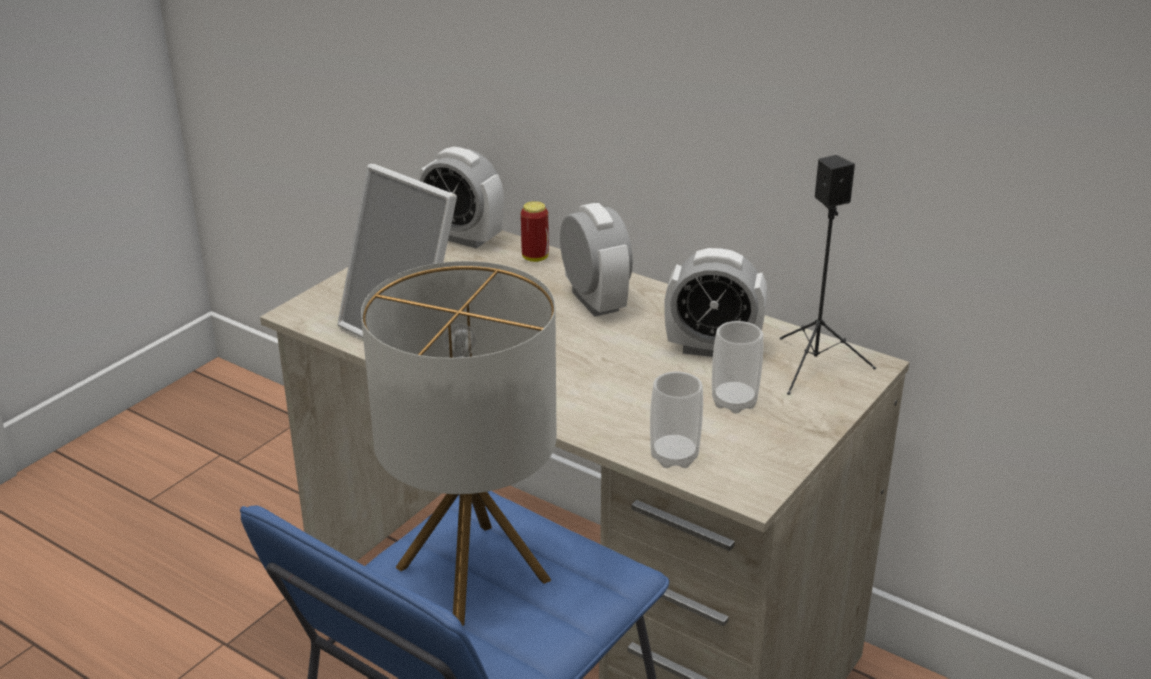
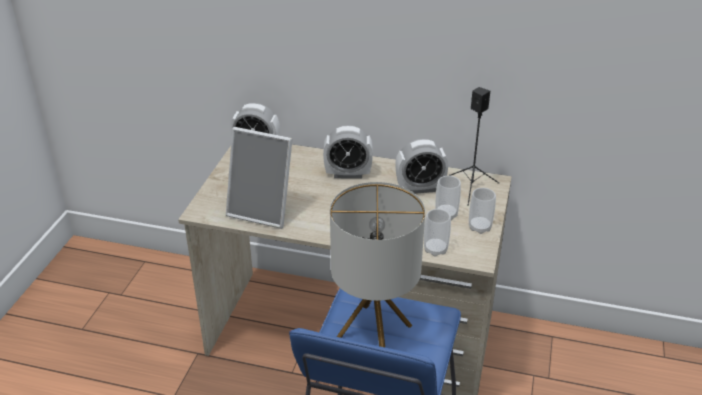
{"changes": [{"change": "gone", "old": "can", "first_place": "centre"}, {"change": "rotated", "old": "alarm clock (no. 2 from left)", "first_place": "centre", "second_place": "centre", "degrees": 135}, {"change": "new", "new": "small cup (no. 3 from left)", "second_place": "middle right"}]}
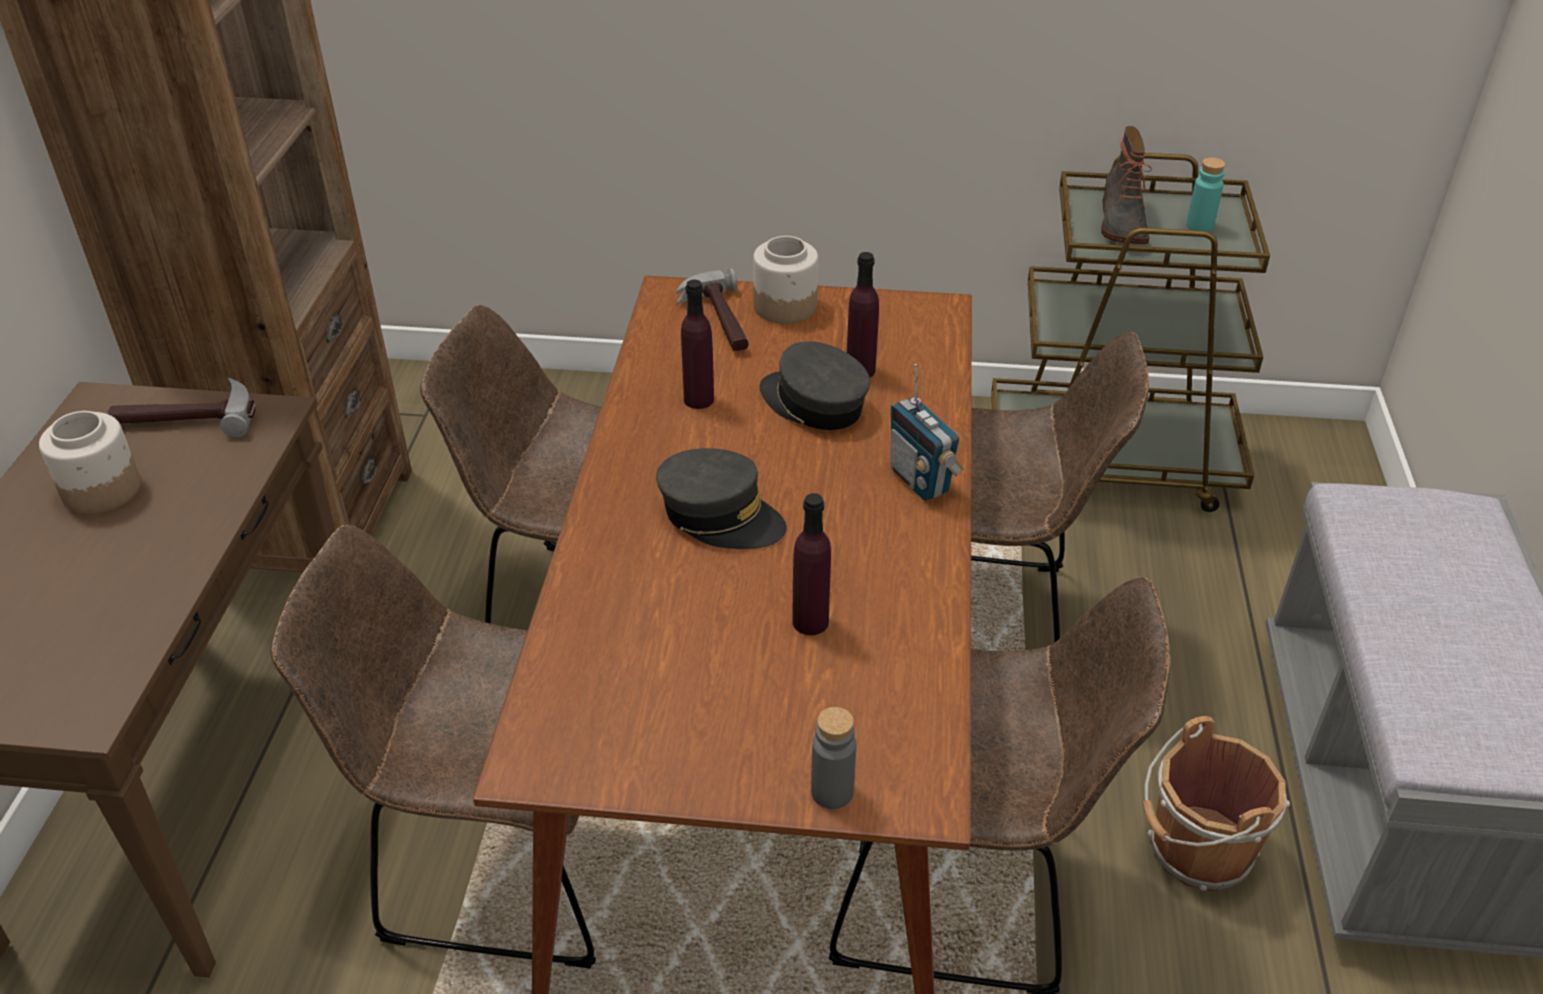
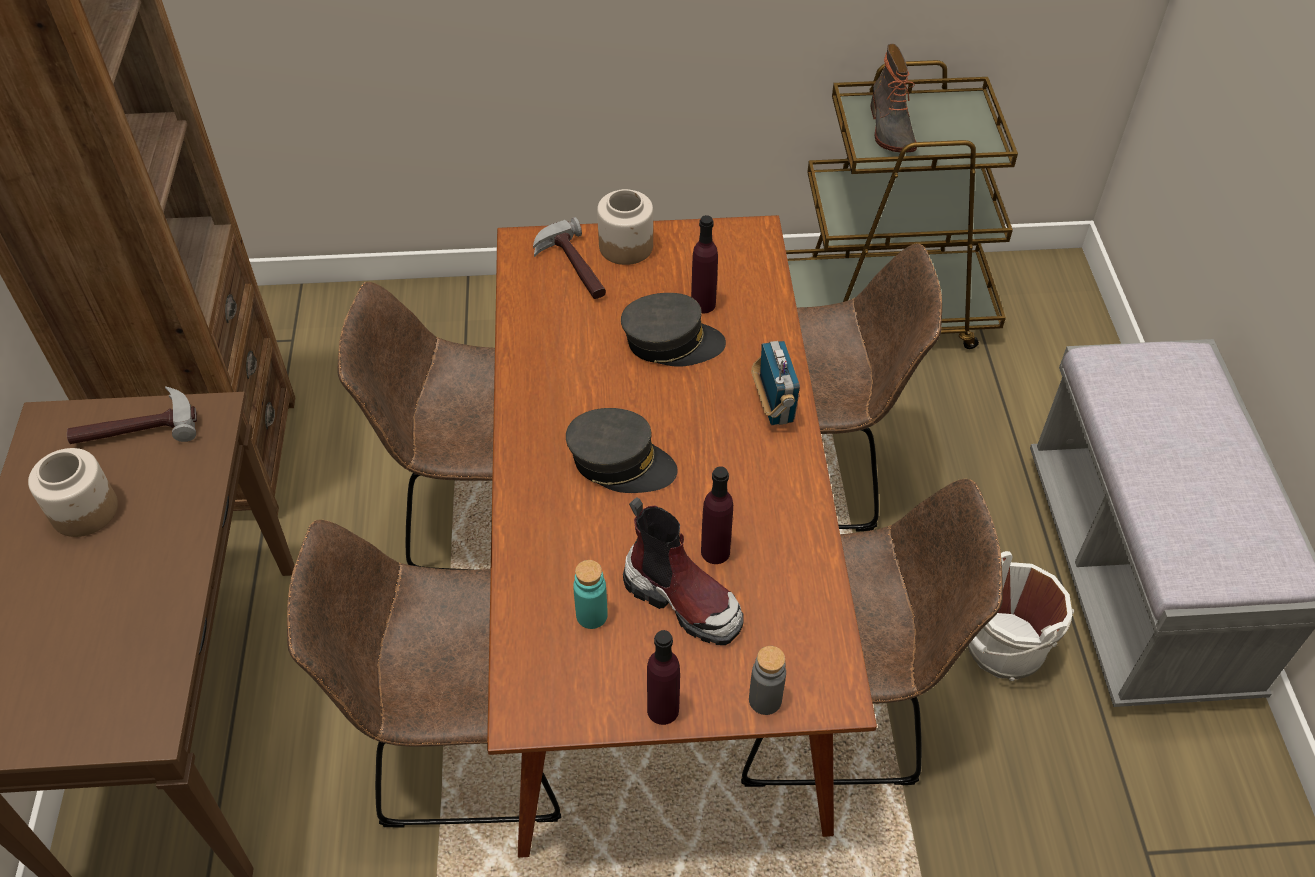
{"changes": [{"change": "shifted", "old": "blue-green beverage bottle", "first_place": "top right", "second_place": "bottom centre"}, {"change": "shifted", "old": "purple beverage bottle (no. 1 from left)", "first_place": "centre", "second_place": "bottom centre"}, {"change": "rotated", "old": "gray peaked cap (no. 2 from left)", "first_place": "centre", "second_place": "centre", "degrees": 150}, {"change": "rotated", "old": "radio", "first_place": "centre", "second_place": "centre", "degrees": -150}, {"change": "repainted", "old": "brown bucket", "new": "white-coloured bucket", "first_place": "bottom right", "second_place": "bottom right"}, {"change": "new", "new": "high-top boot (no. 1 from left)", "second_place": "centre"}]}
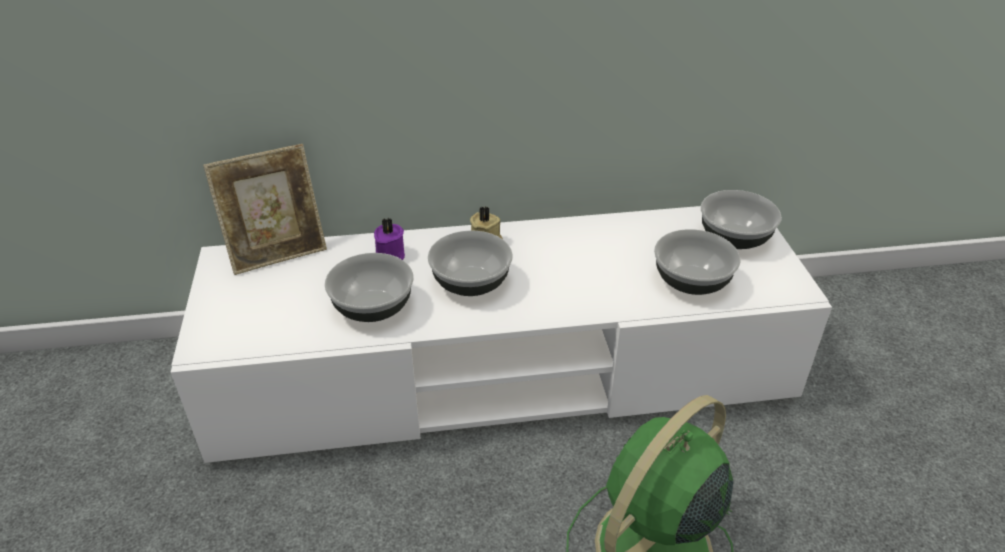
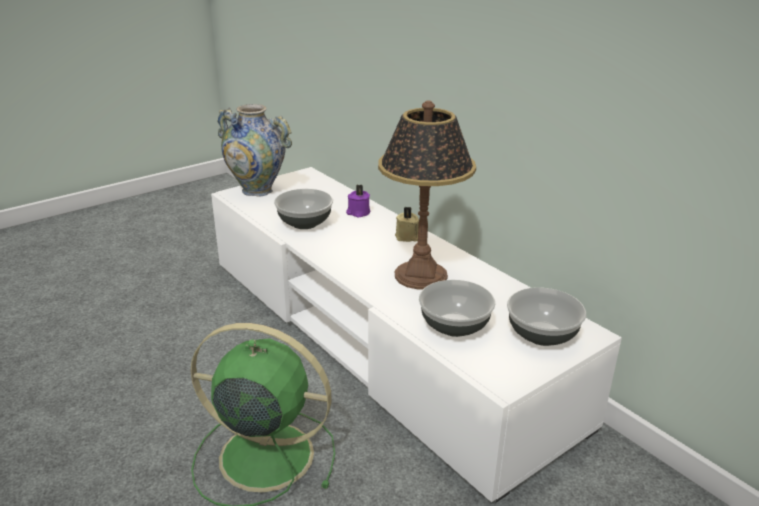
{"changes": [{"change": "gone", "old": "standing frame", "first_place": "middle left"}, {"change": "gone", "old": "serving bowl (no. 2 from left)", "first_place": "centre"}, {"change": "new", "new": "lamp for a table", "second_place": "centre"}, {"change": "new", "new": "flower vase", "second_place": "top centre"}]}
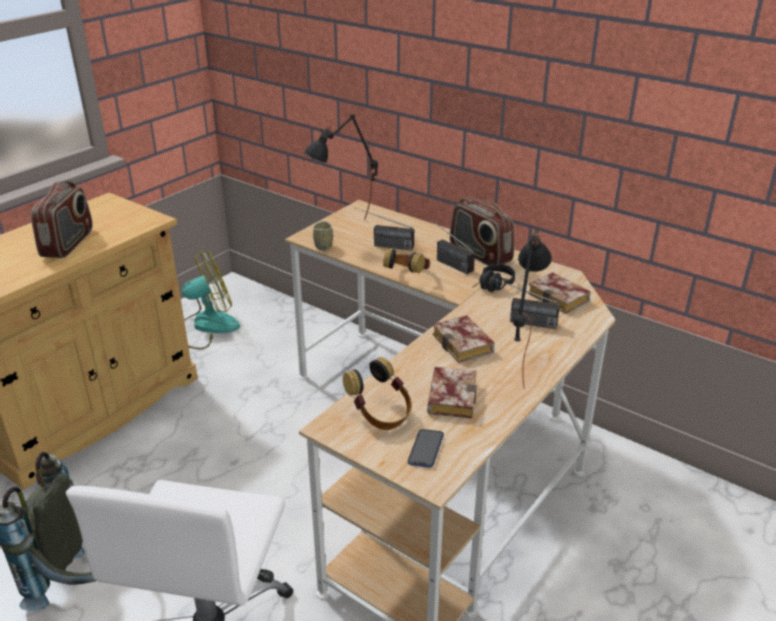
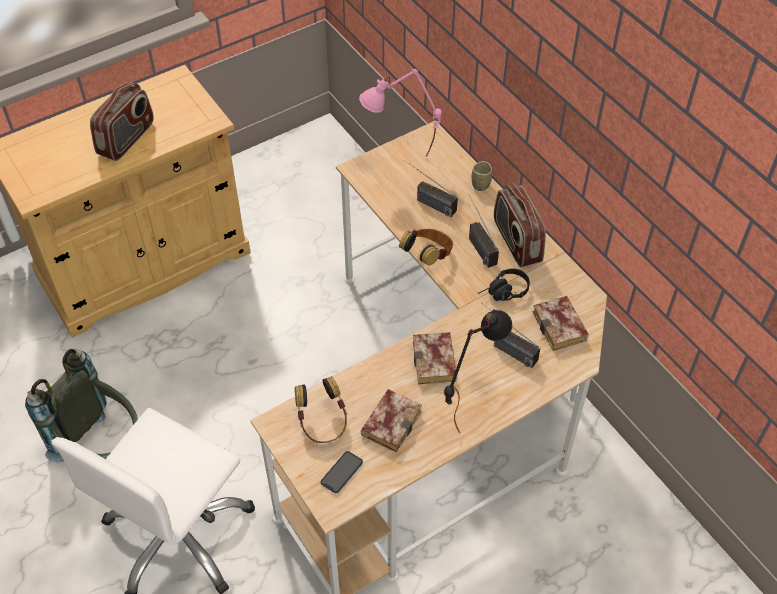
{"changes": [{"change": "repainted", "old": "black lamp for a table (no. 1 from left)", "new": "pinkish lamp for a table", "first_place": "top centre", "second_place": "top centre"}, {"change": "shifted", "old": "small cup", "first_place": "centre", "second_place": "top centre"}, {"change": "gone", "old": "cooling fan", "first_place": "middle left"}]}
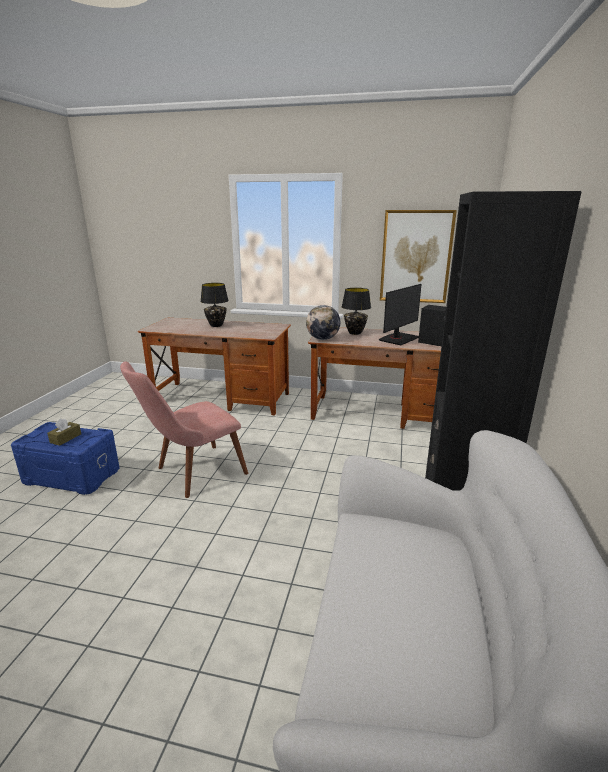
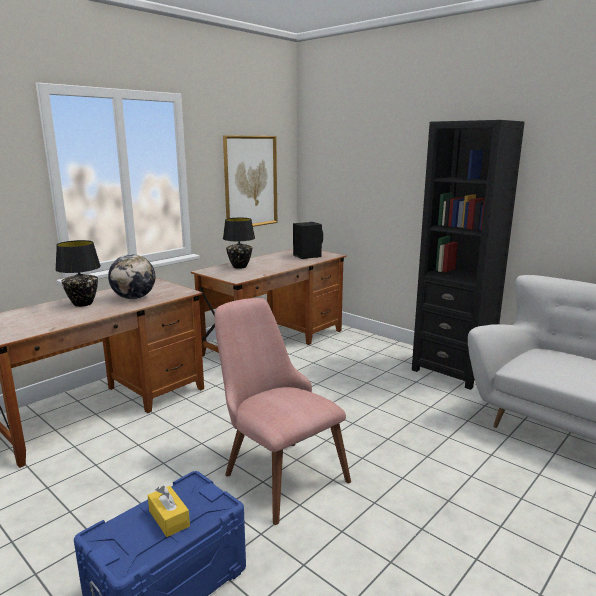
{"changes": [{"change": "gone", "old": "computer screen", "first_place": "centre"}, {"change": "shifted", "old": "desk globe", "first_place": "centre", "second_place": "middle left"}, {"change": "rotated", "old": "pinkish chair", "first_place": "middle left", "second_place": "bottom centre", "degrees": 150}, {"change": "repainted", "old": "brown tissue box", "new": "yellowish tissue box", "first_place": "middle left", "second_place": "bottom left"}]}
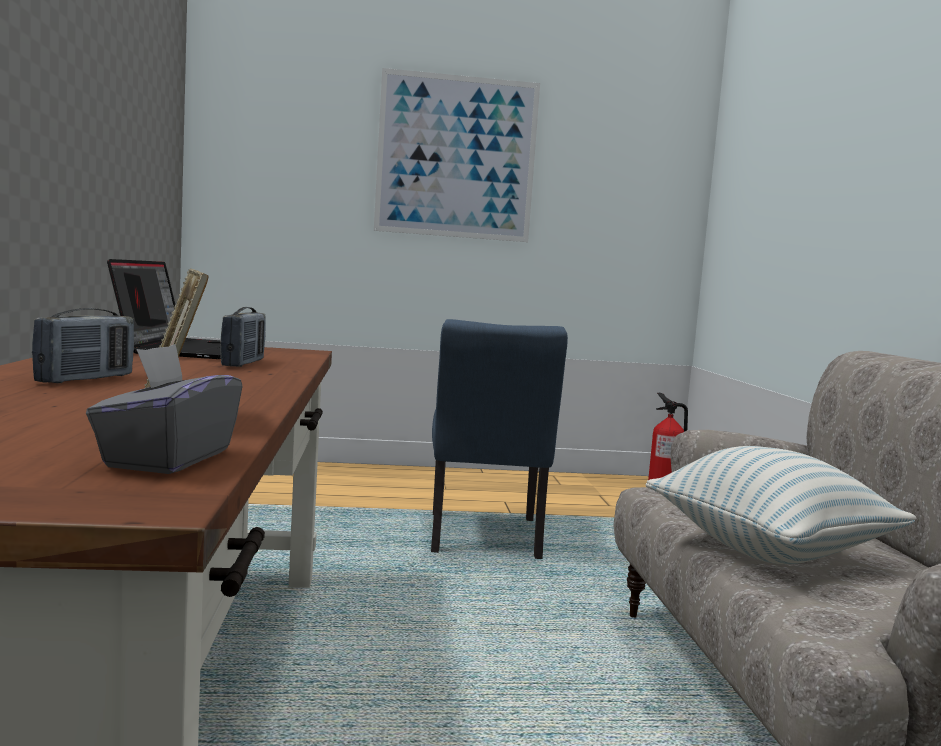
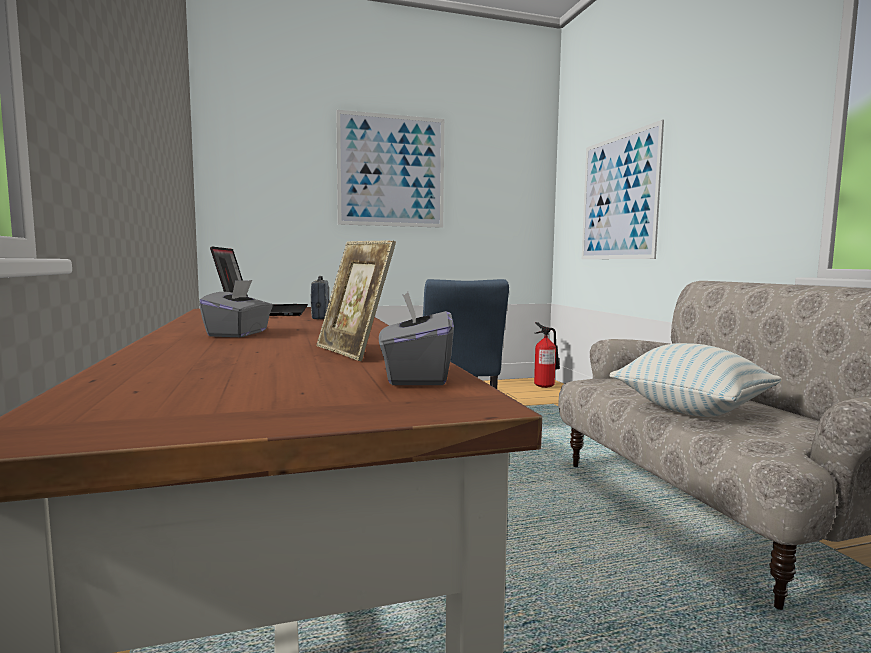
{"changes": [{"change": "swapped", "old": "radio (no. 1 from left)", "new": "gray tissue box (no. 1 from left)", "first_place": "middle left", "second_place": "middle left"}, {"change": "new", "new": "wall picture (no. 2 from left)", "second_place": "top right"}]}
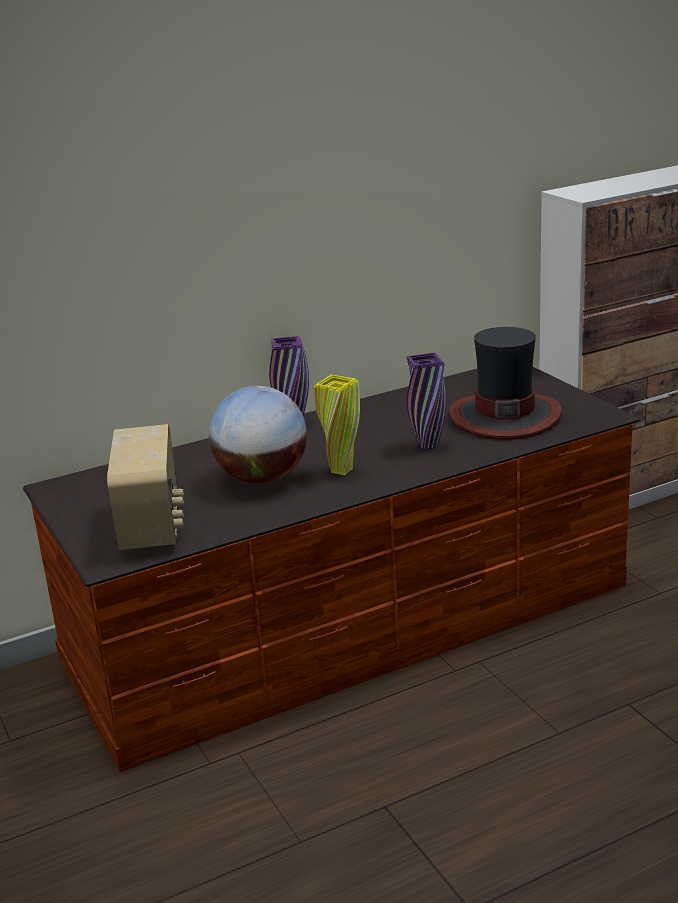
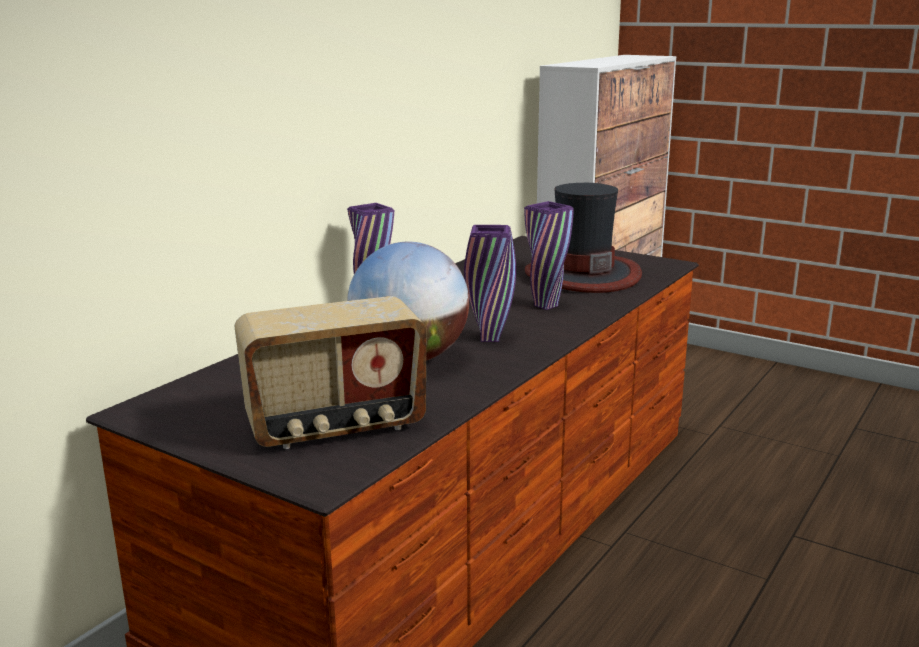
{"changes": [{"change": "repainted", "old": "yellowish flower vase", "new": "purple flower vase (no. 2 from left)", "first_place": "centre", "second_place": "centre"}, {"change": "rotated", "old": "radio", "first_place": "middle left", "second_place": "centre", "degrees": 105}]}
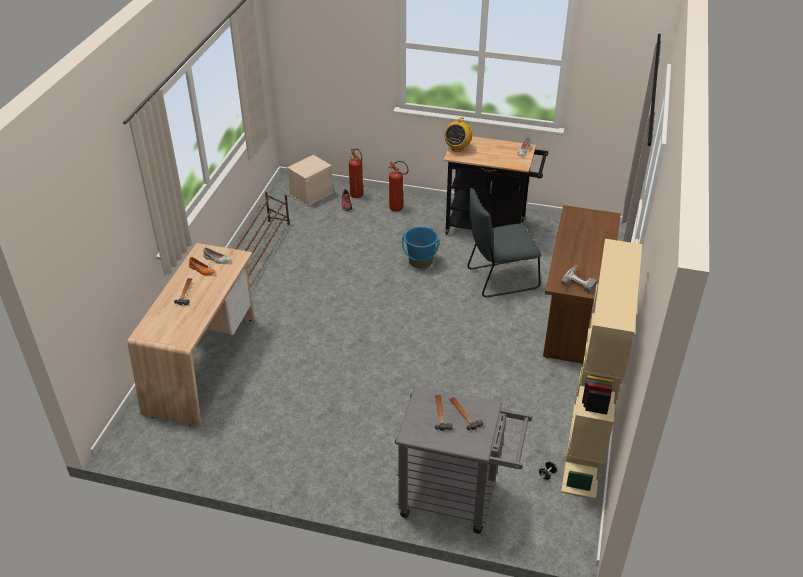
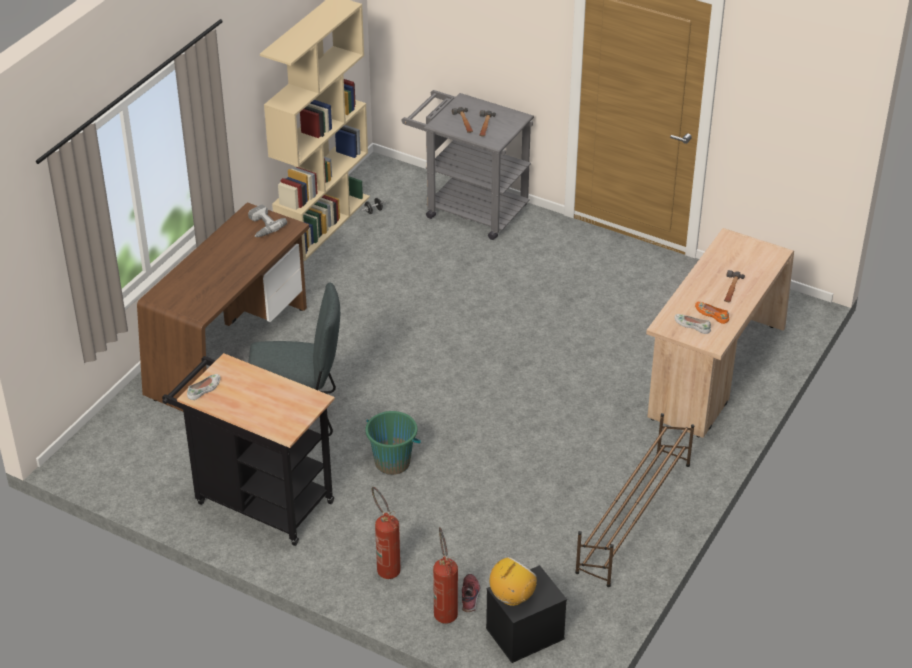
{"changes": [{"change": "shifted", "old": "radio", "first_place": "top centre", "second_place": "bottom centre"}, {"change": "repainted", "old": "beige storage bin", "new": "black storage bin", "first_place": "top centre", "second_place": "bottom centre"}, {"change": "repainted", "old": "bluish bucket", "new": "greenish bucket", "first_place": "centre", "second_place": "centre"}]}
